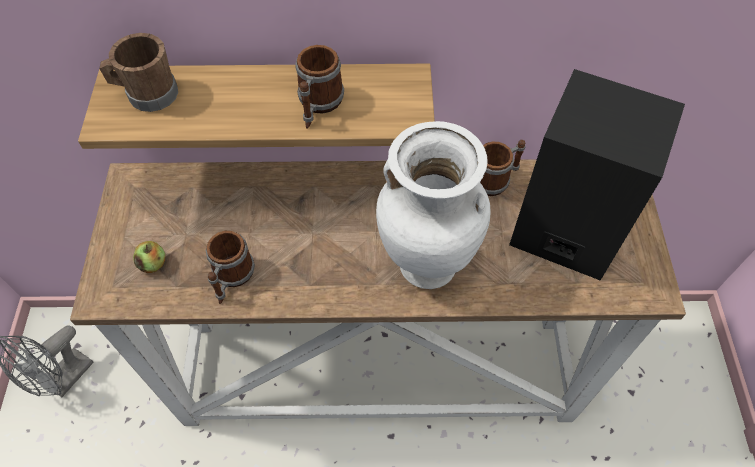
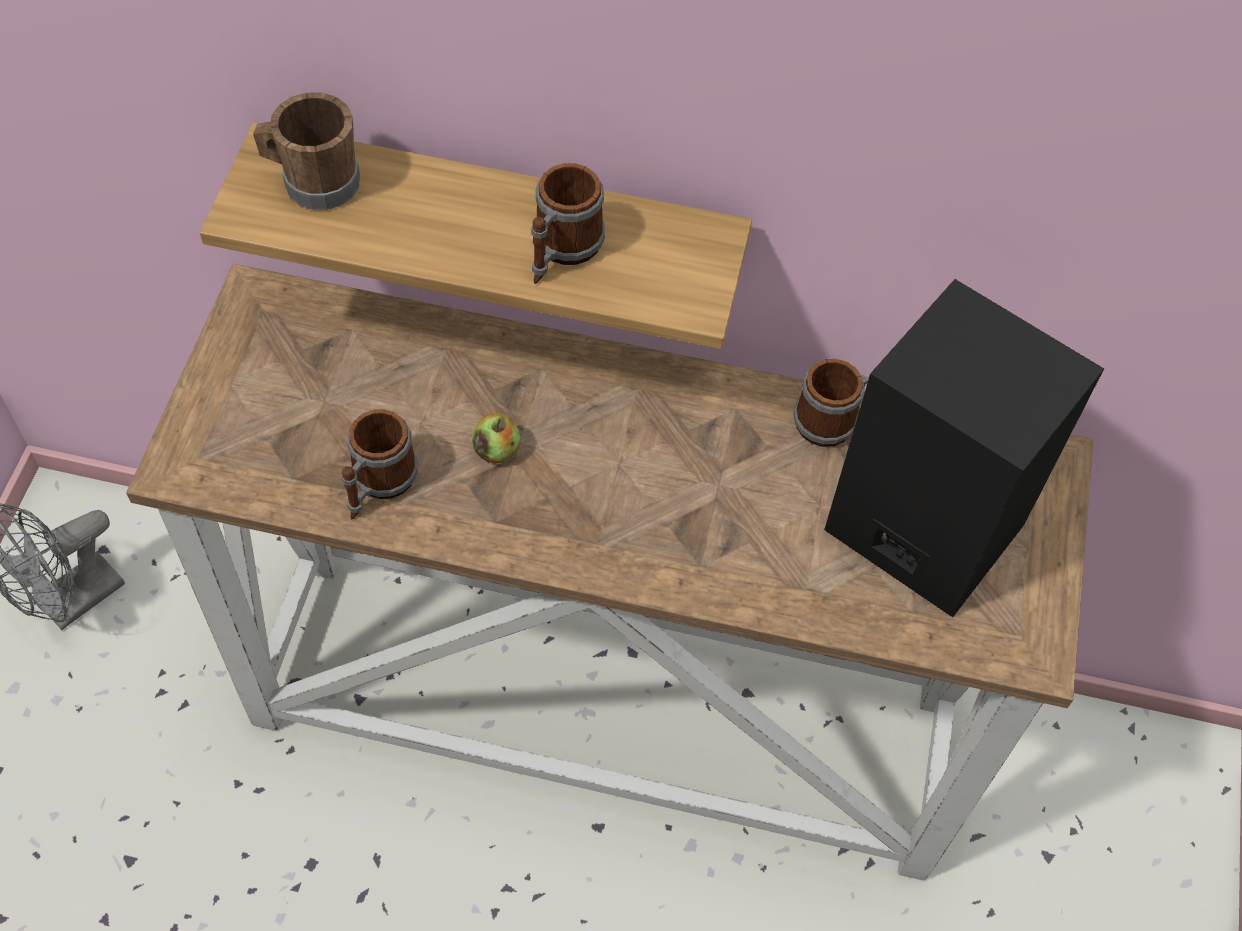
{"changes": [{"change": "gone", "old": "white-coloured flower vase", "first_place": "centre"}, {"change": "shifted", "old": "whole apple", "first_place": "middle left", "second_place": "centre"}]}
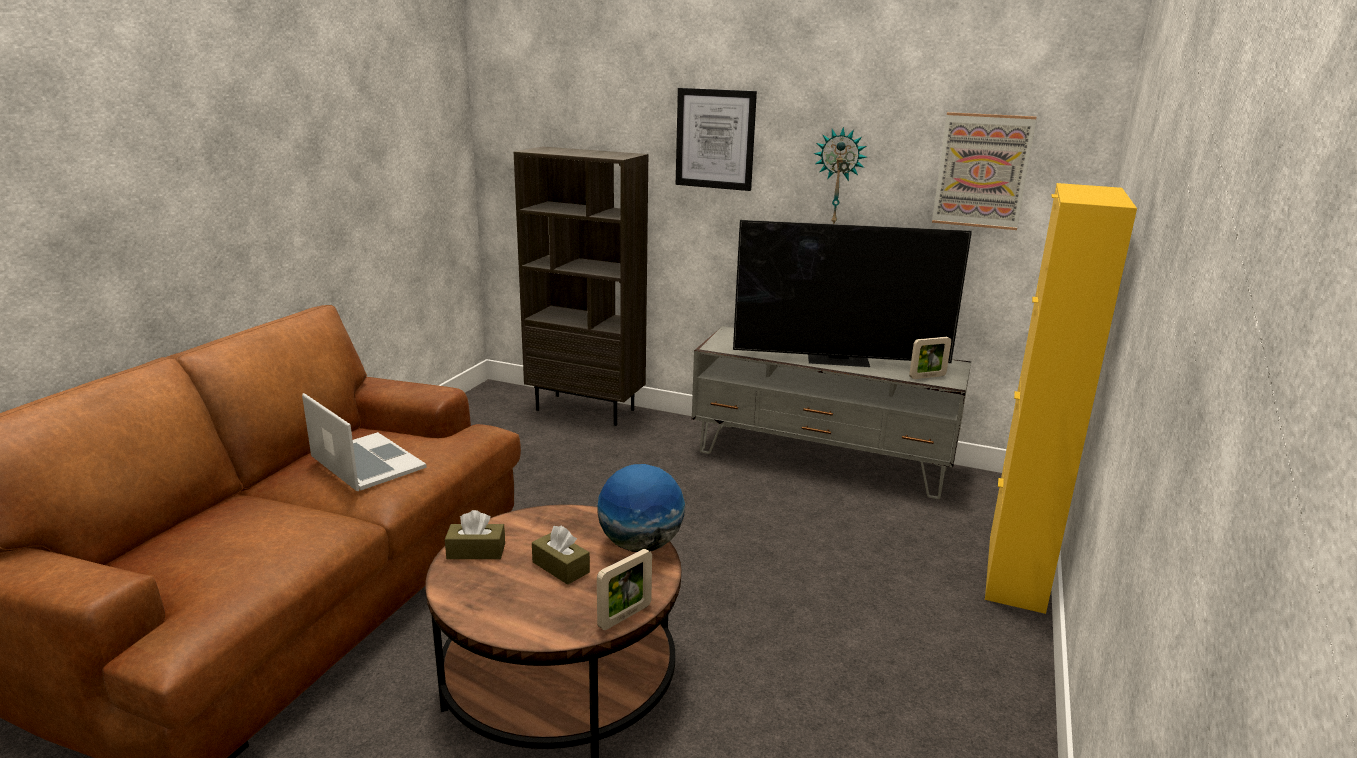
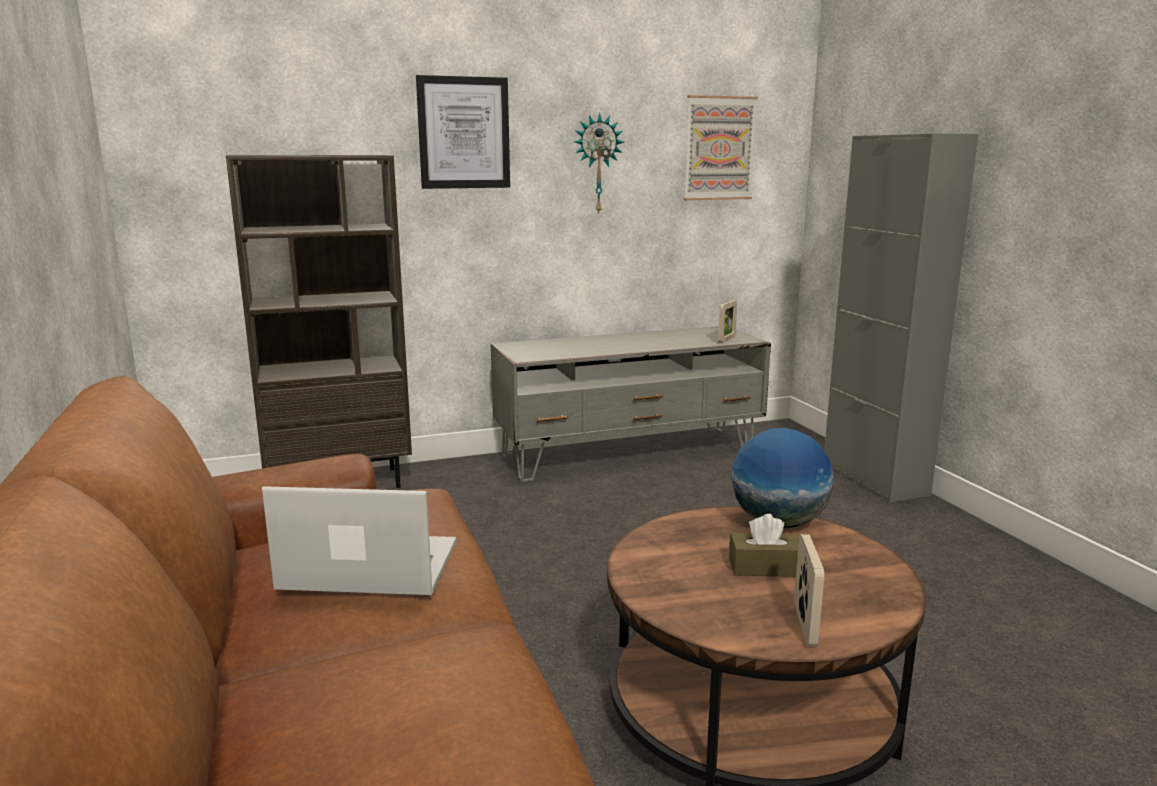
{"changes": [{"change": "repainted", "old": "yellowish storage cabinet", "new": "gray storage cabinet", "first_place": "middle right", "second_place": "middle right"}, {"change": "gone", "old": "TV set", "first_place": "centre"}, {"change": "gone", "old": "brown tissue box (no. 1 from left)", "first_place": "bottom centre"}, {"change": "shifted", "old": "standing frame (no. 1 from left in the first image)", "new": "standing frame (no. 2 from left)", "first_place": "bottom centre", "second_place": "bottom right"}]}
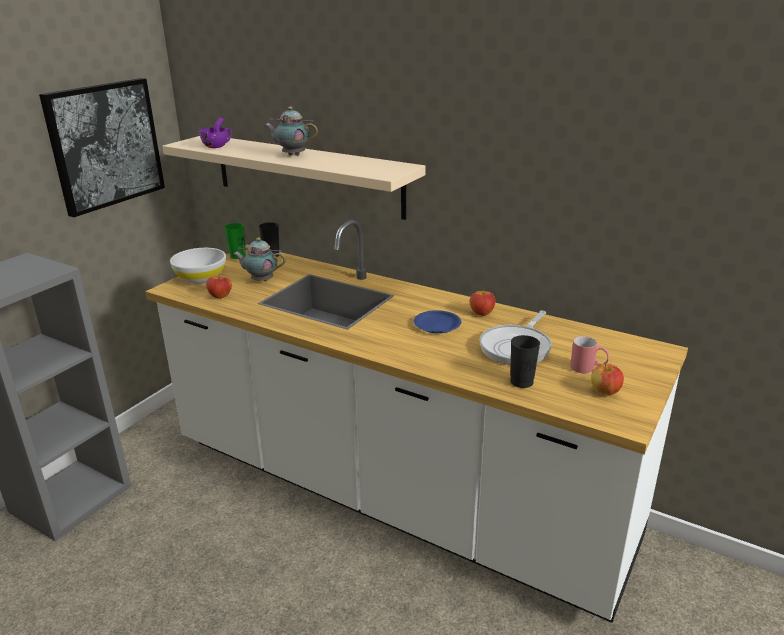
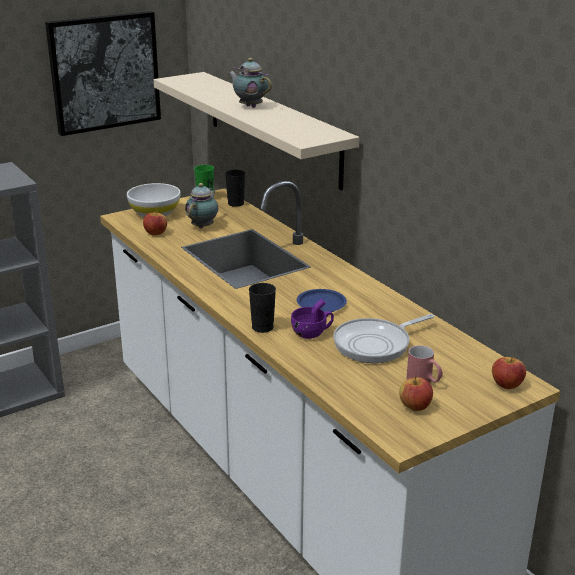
{"changes": [{"change": "shifted", "old": "purple small cup", "first_place": "top left", "second_place": "centre"}, {"change": "rotated", "old": "teapot (no. 1 from left)", "first_place": "middle left", "second_place": "centre", "degrees": 75}, {"change": "shifted", "old": "whole apple (no. 2 from left in the first image)", "new": "whole apple (no. 3 from left)", "first_place": "centre", "second_place": "middle right"}, {"change": "shifted", "old": "black small cup (no. 2 from left)", "first_place": "middle right", "second_place": "centre"}]}
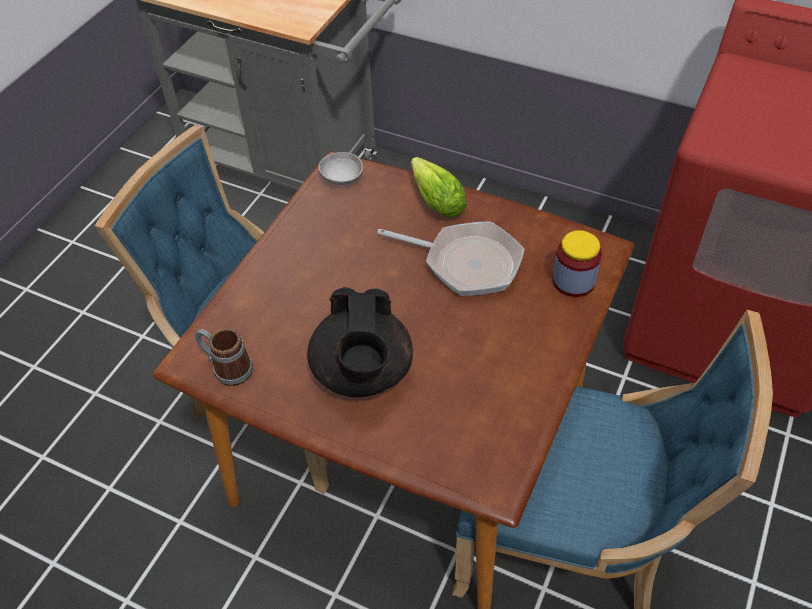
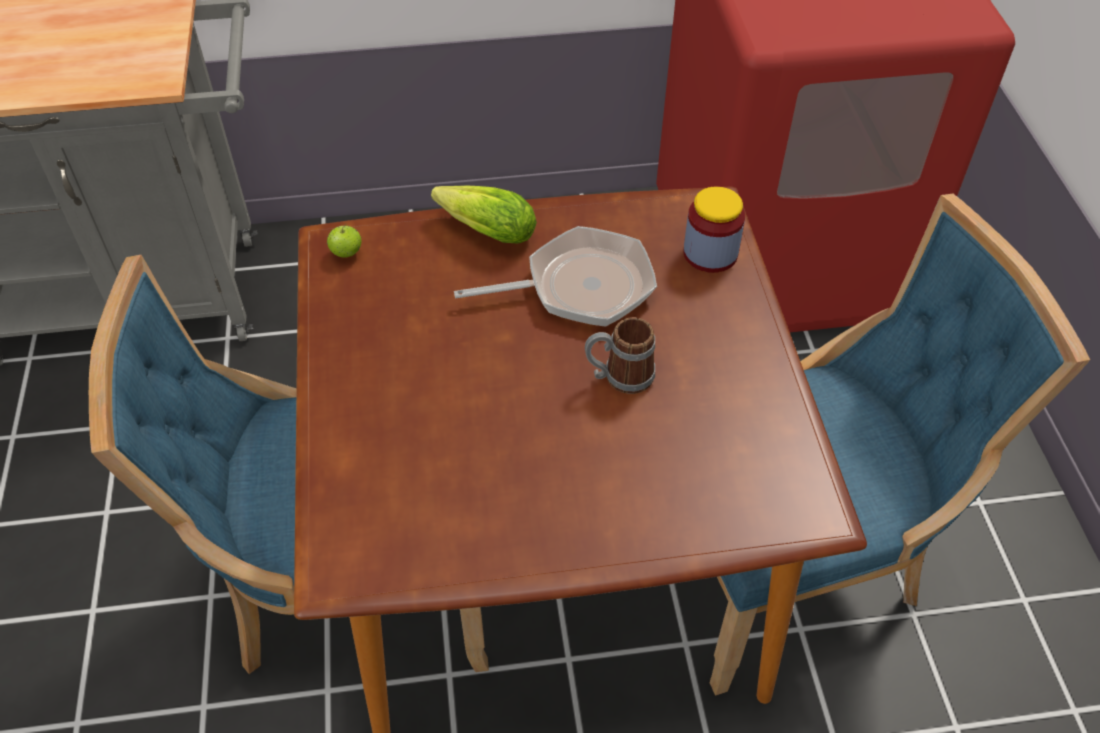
{"changes": [{"change": "swapped", "old": "gray serving bowl", "new": "whole apple", "first_place": "top centre", "second_place": "top left"}, {"change": "gone", "old": "black teapot", "first_place": "centre"}, {"change": "shifted", "old": "tea mug", "first_place": "middle left", "second_place": "centre"}]}
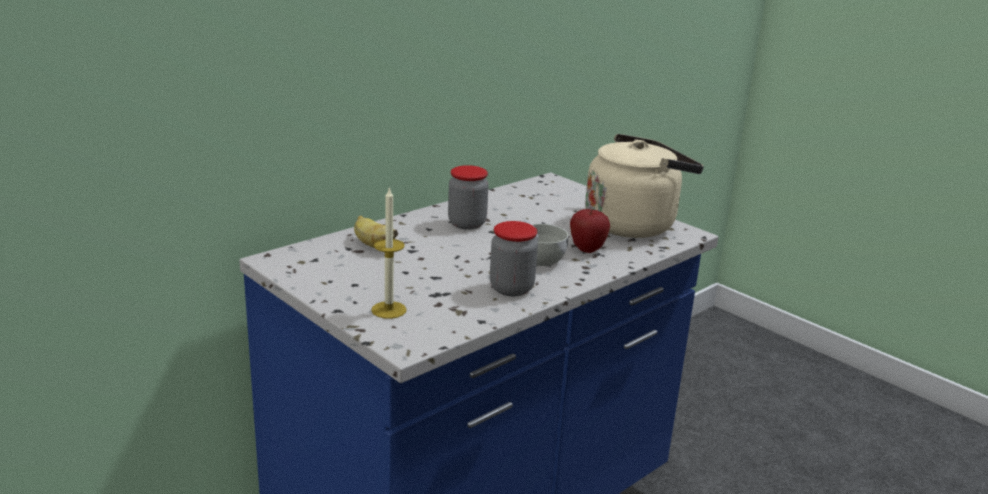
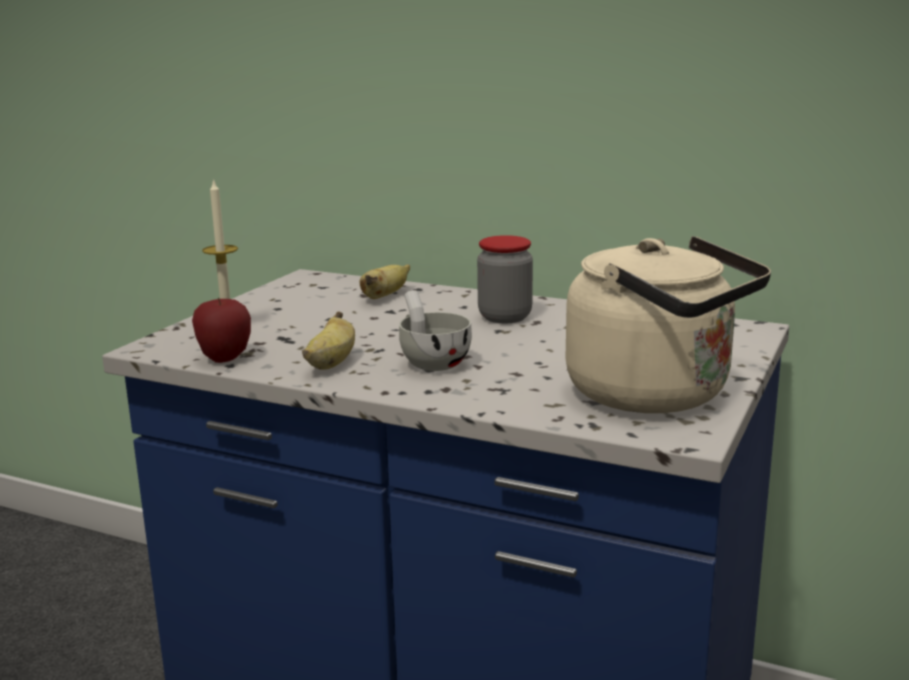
{"changes": [{"change": "shifted", "old": "whole apple", "first_place": "centre", "second_place": "middle left"}, {"change": "swapped", "old": "jar (no. 2 from left)", "new": "banana fruit (no. 1 from left)", "first_place": "centre", "second_place": "centre"}]}
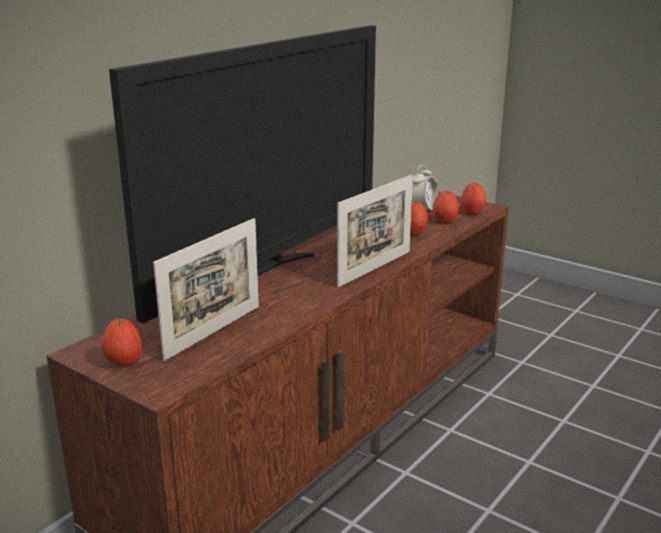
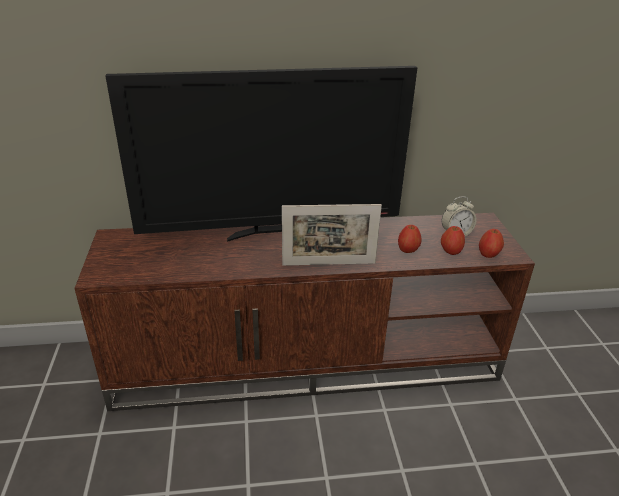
{"changes": [{"change": "gone", "old": "standing frame (no. 1 from left)", "first_place": "middle left"}, {"change": "gone", "old": "whole apple (no. 1 from left)", "first_place": "middle left"}]}
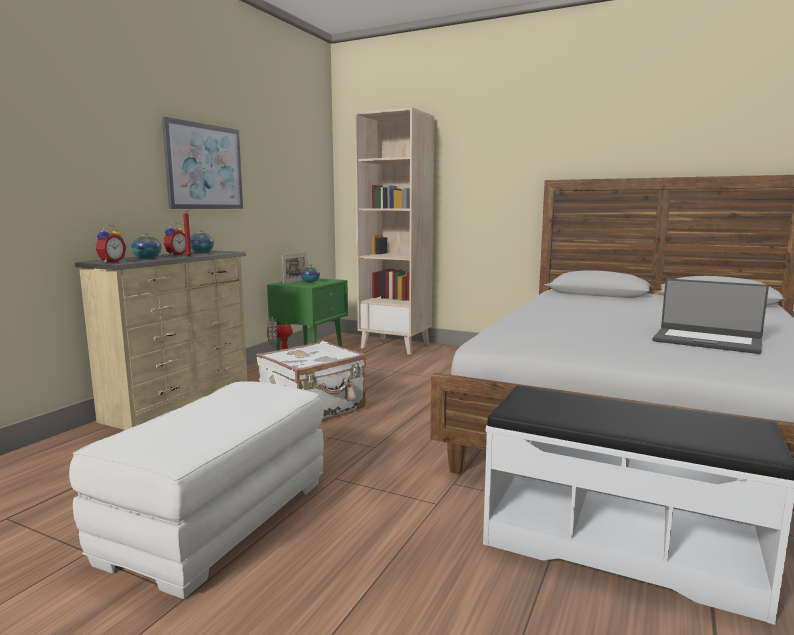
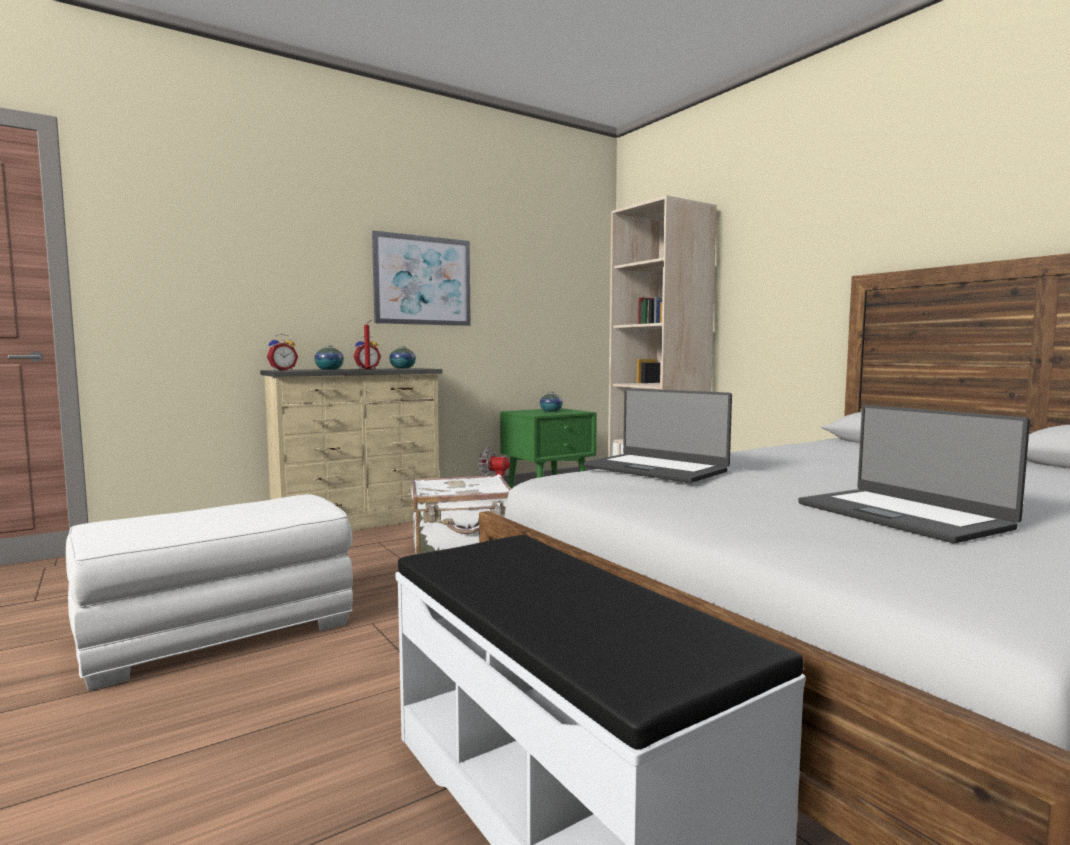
{"changes": [{"change": "gone", "old": "standing frame", "first_place": "centre"}, {"change": "new", "new": "notebook computer (no. 1 from left)", "second_place": "centre"}]}
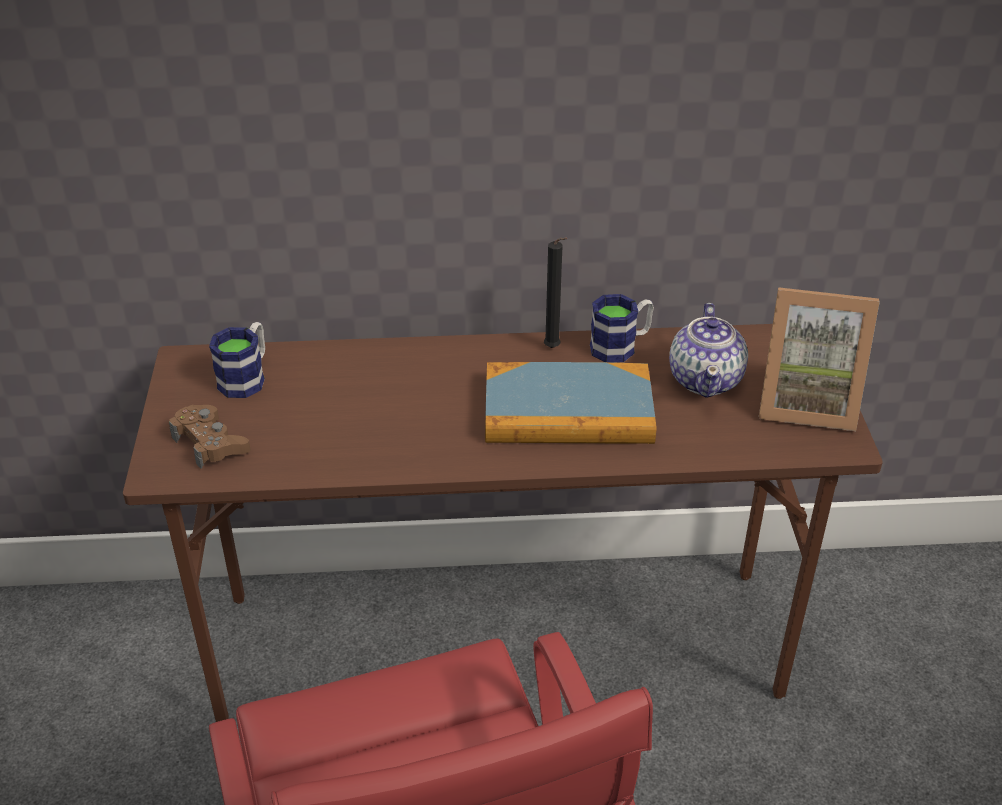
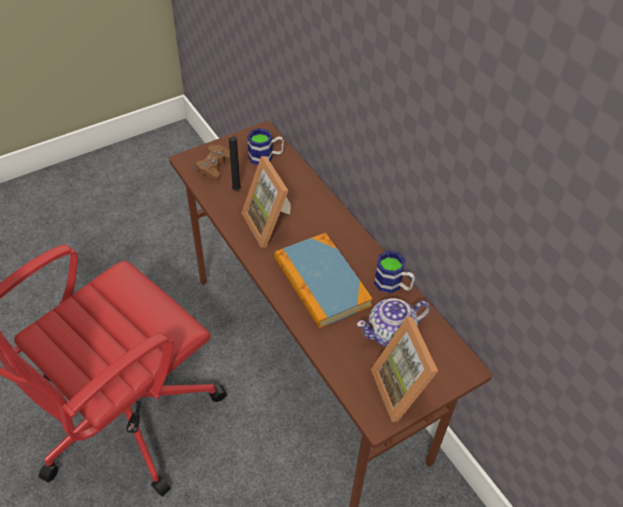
{"changes": [{"change": "shifted", "old": "black candle", "first_place": "centre", "second_place": "top centre"}, {"change": "new", "new": "standing frame (no. 1 from left)", "second_place": "centre"}]}
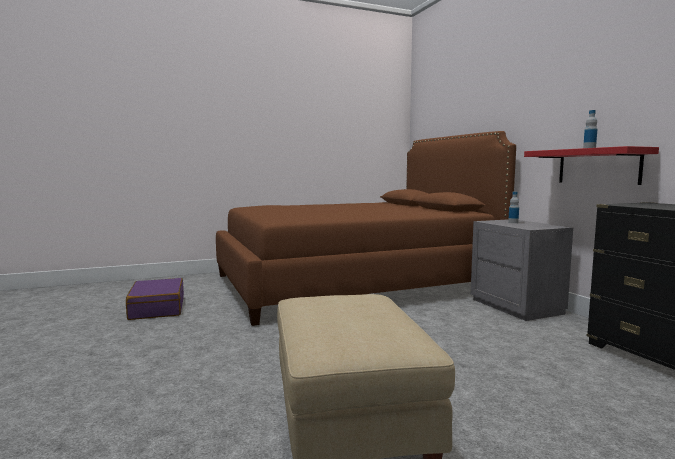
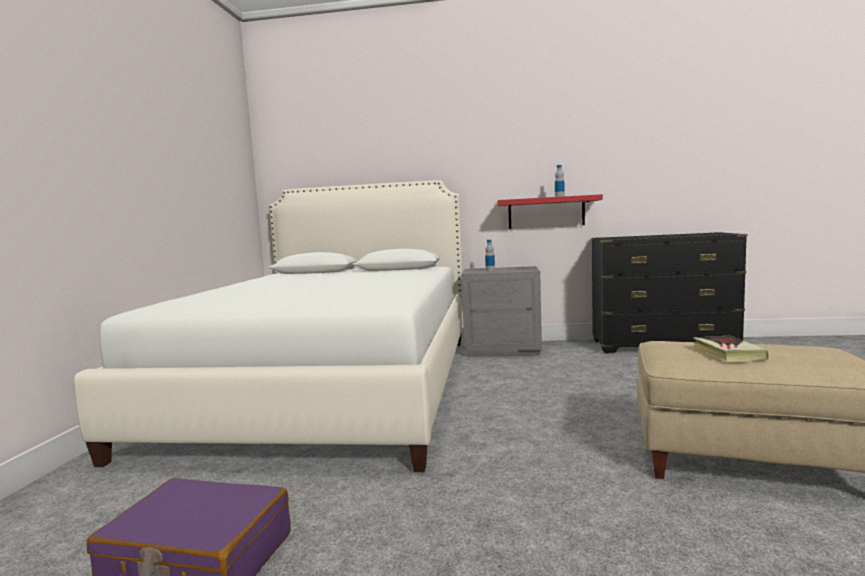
{"changes": [{"change": "repainted", "old": "brown bed", "new": "white-coloured bed", "first_place": "centre", "second_place": "middle left"}, {"change": "new", "new": "bound book", "second_place": "middle right"}]}
